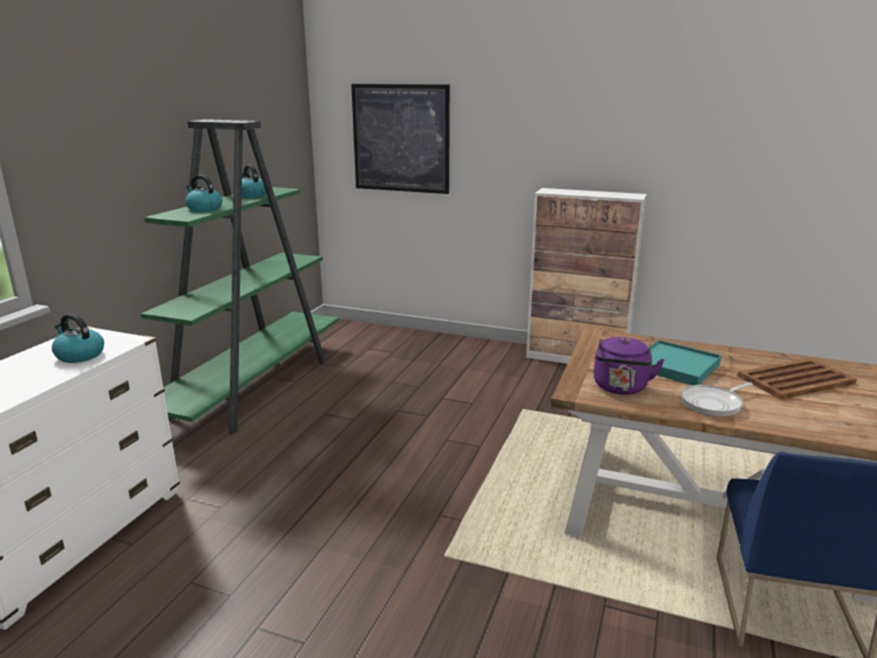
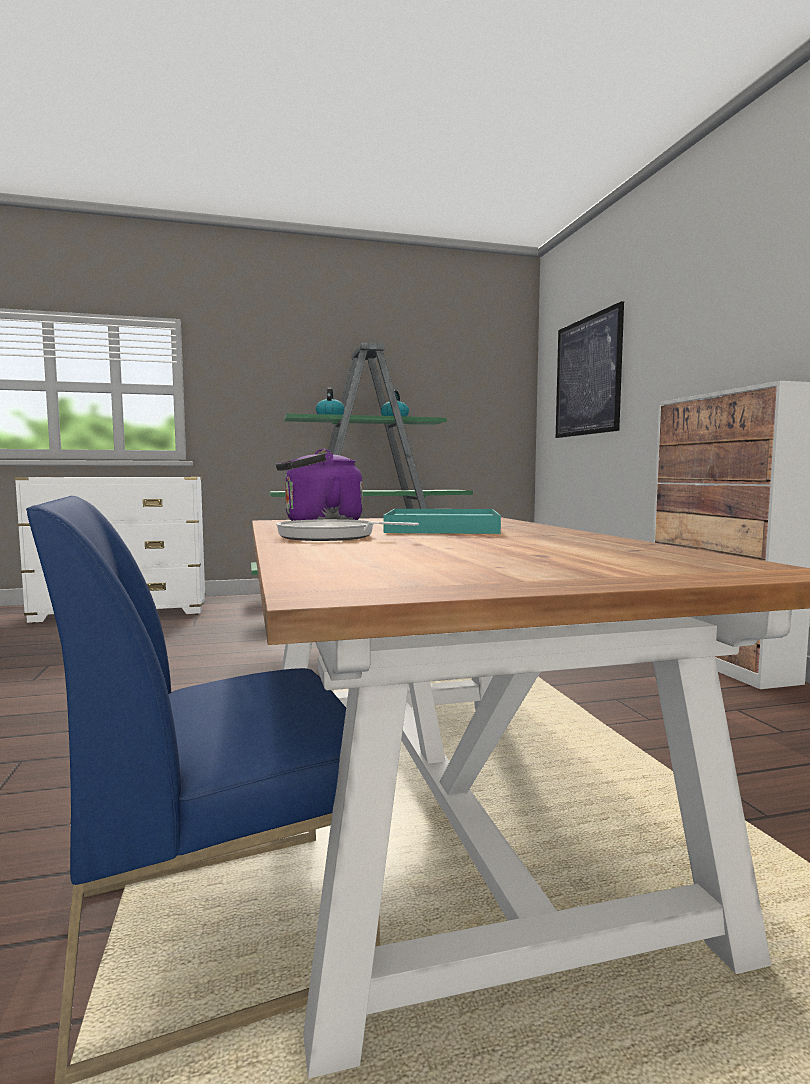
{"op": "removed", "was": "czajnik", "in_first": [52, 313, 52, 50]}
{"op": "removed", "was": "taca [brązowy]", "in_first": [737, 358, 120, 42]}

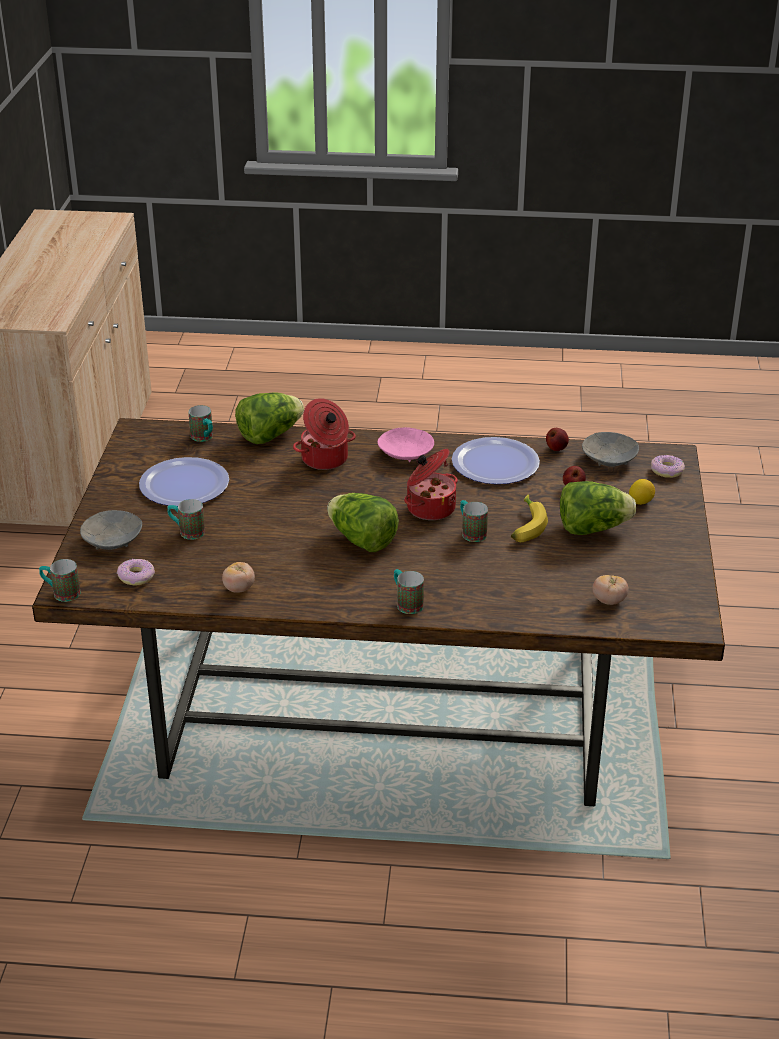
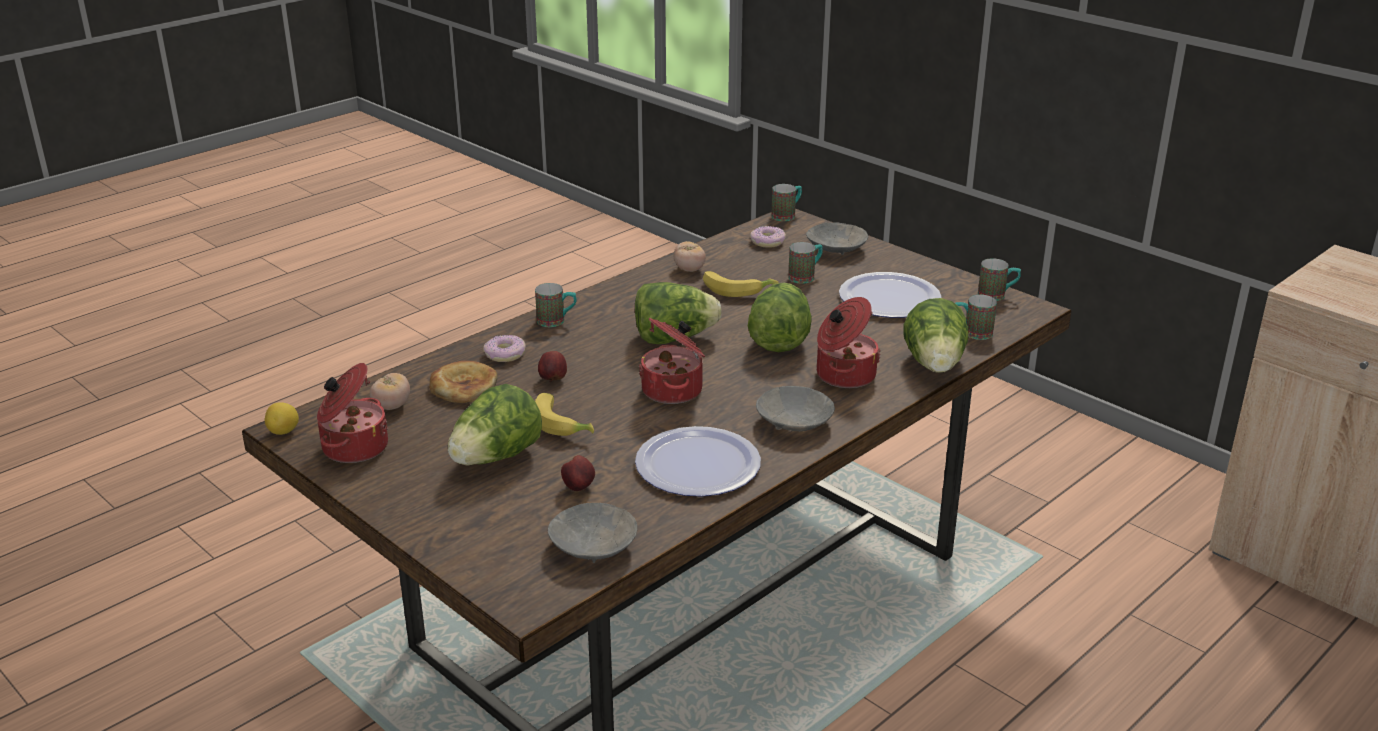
{"op": "moved", "was": "cytryna", "in_first": [629, 479, 26, 26], "in_second": [265, 402, 34, 33]}
{"op": "added", "now": "garnek", "in_second": [317, 363, 71, 100]}
{"op": "added", "now": "chleb", "in_second": [429, 361, 69, 42]}
{"op": "moved", "was": "donut", "in_first": [651, 455, 34, 23], "in_second": [483, 335, 43, 27]}
{"op": "moved", "was": "jabłko", "in_first": [546, 428, 23, 23], "in_second": [538, 351, 29, 31]}
{"op": "added", "now": "banan", "in_second": [703, 271, 76, 26]}
{"op": "added", "now": "sałata", "in_second": [748, 283, 64, 69]}
{"op": "recoloured", "was": "miska [różowy]", "now": "miska [szary]", "in_first": [378, 427, 56, 35], "in_second": [756, 386, 79, 45]}
{"op": "moved", "was": "kubek", "in_first": [460, 500, 28, 42], "in_second": [978, 258, 43, 43]}

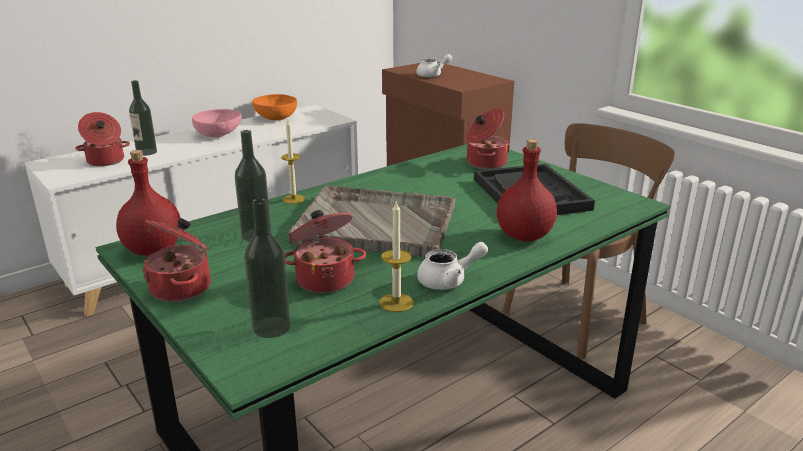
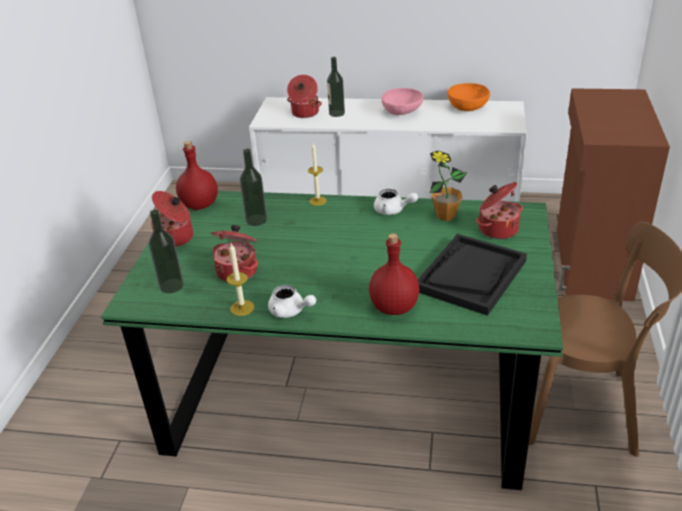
{"op": "moved", "was": "imbryk [biały]", "in_first": [416, 54, 36, 23], "in_second": [374, 189, 44, 26]}
{"op": "added", "now": "roślina doniczkowa", "in_second": [430, 151, 37, 70]}
{"op": "removed", "was": "taca [szary]", "in_first": [287, 185, 168, 72]}

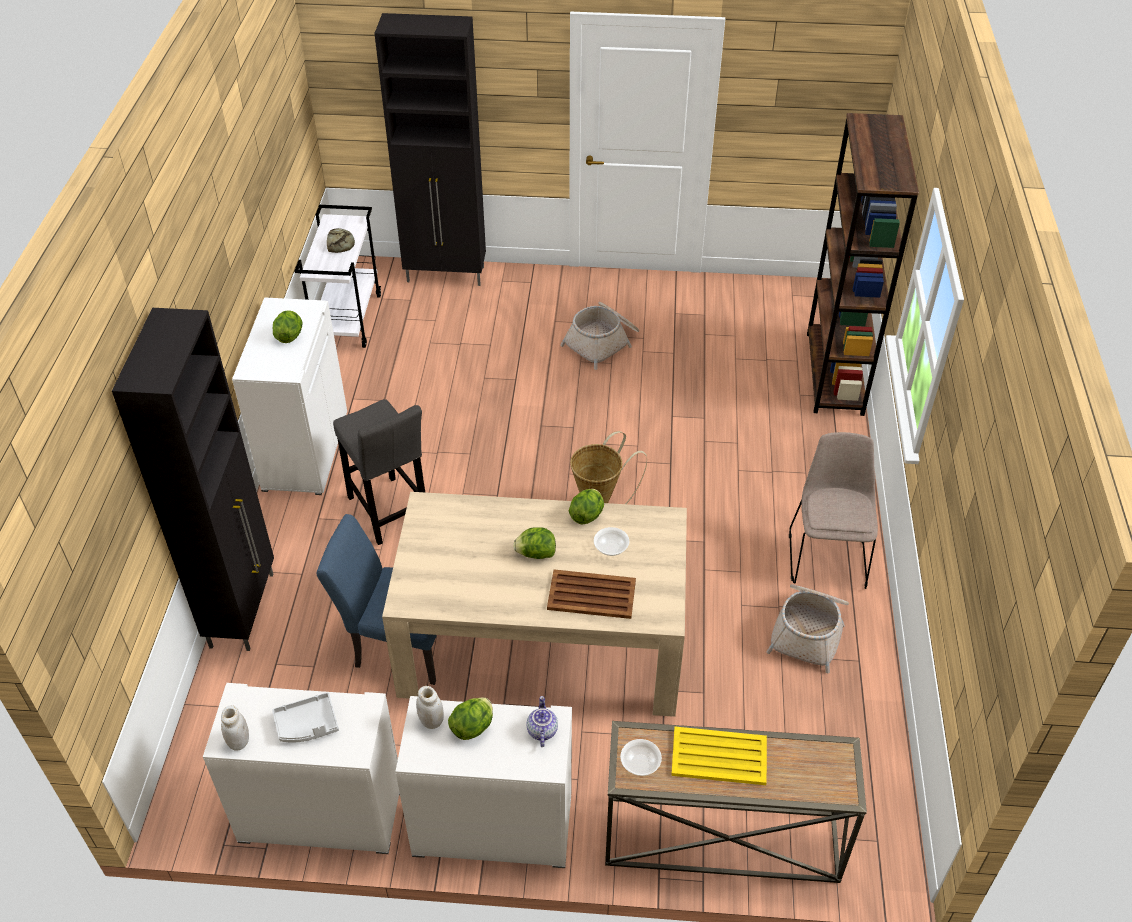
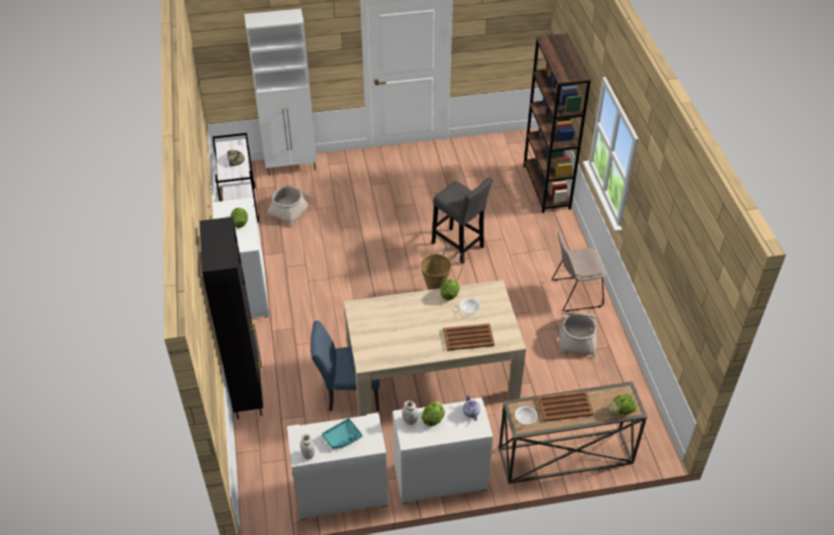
{"op": "recoloured", "was": "szafka [czarny]", "now": "szafka [biały]", "in_first": [374, 13, 112, 273], "in_second": [244, 8, 73, 168]}
{"op": "moved", "was": "koszyk", "in_first": [560, 302, 79, 68], "in_second": [266, 184, 48, 43]}
{"op": "recoloured", "was": "taca [szary]", "now": "taca [turkusowy]", "in_first": [272, 693, 67, 50], "in_second": [322, 418, 41, 31]}
{"op": "moved", "was": "stołek [szary]", "in_first": [333, 399, 92, 146], "in_second": [432, 178, 61, 86]}
{"op": "recoloured", "was": "taca [żółty]", "now": "taca [brązowy]", "in_first": [671, 727, 96, 58], "in_second": [537, 391, 57, 30]}
{"op": "turned", "was": "krzesło [beżowy]", "in_first": [789, 432, 89, 157], "in_second": [552, 232, 54, 80], "clockwise": -90}
{"op": "moved", "was": "sałata", "in_first": [513, 527, 43, 32], "in_second": [609, 394, 28, 20]}

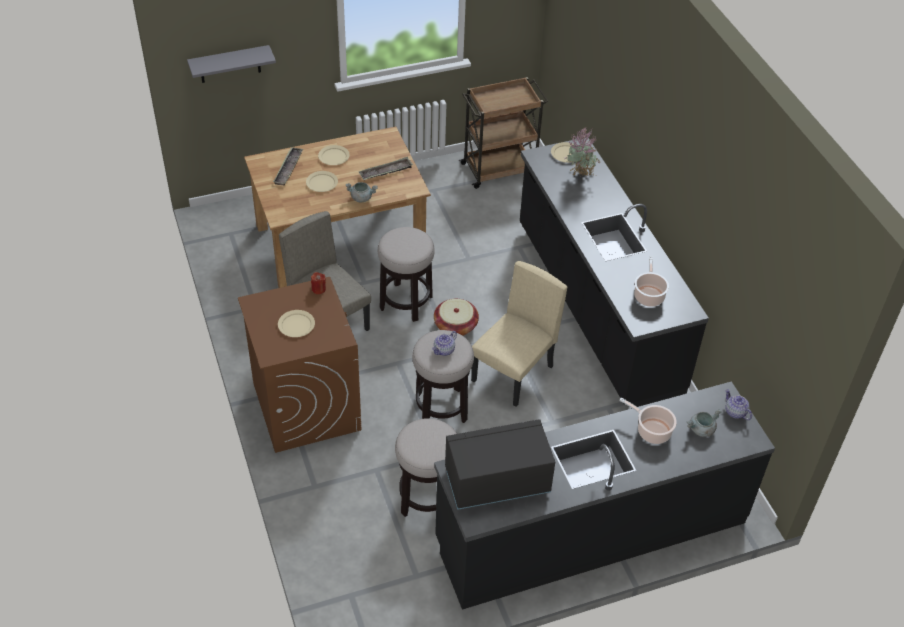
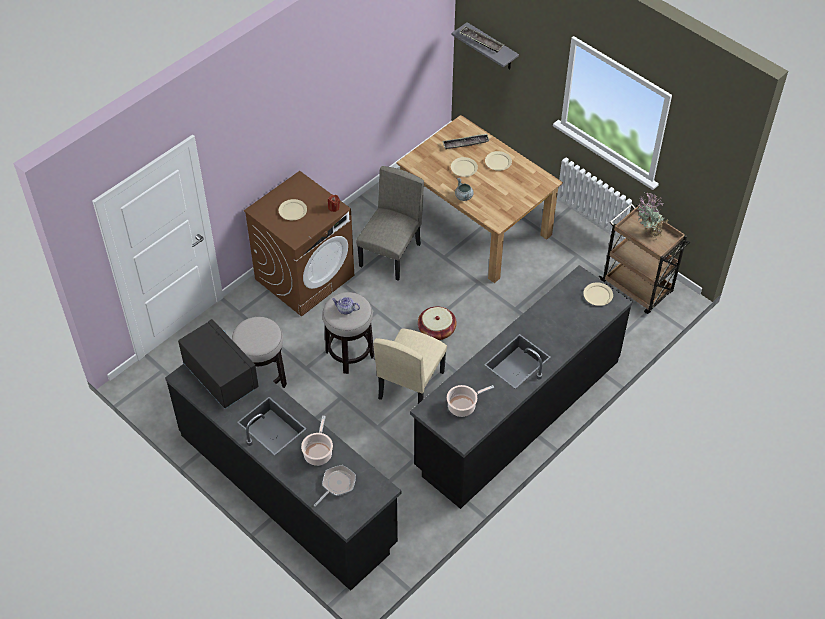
{"op": "replaced", "was": "garnek [szary]", "now": "patelnia", "in_first": [687, 409, 35, 28], "in_second": [314, 465, 42, 41]}
{"op": "turned", "was": "krzesło [beżowy]", "in_first": [471, 261, 96, 146], "in_second": [373, 328, 74, 76], "clockwise": 105}
{"op": "moved", "was": "taca", "in_first": [359, 157, 54, 23], "in_second": [459, 26, 45, 27]}
{"op": "moved", "was": "roślina doniczkowa", "in_first": [564, 127, 37, 51], "in_second": [637, 192, 32, 49]}
{"op": "removed", "was": "stołek", "in_first": [378, 227, 57, 95]}
{"op": "removed", "was": "imbryk", "in_first": [725, 389, 27, 31]}

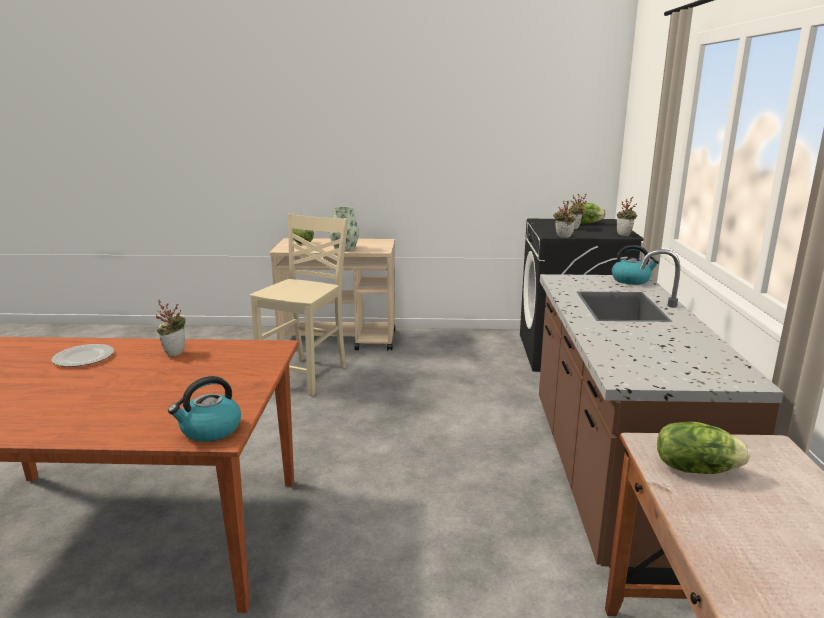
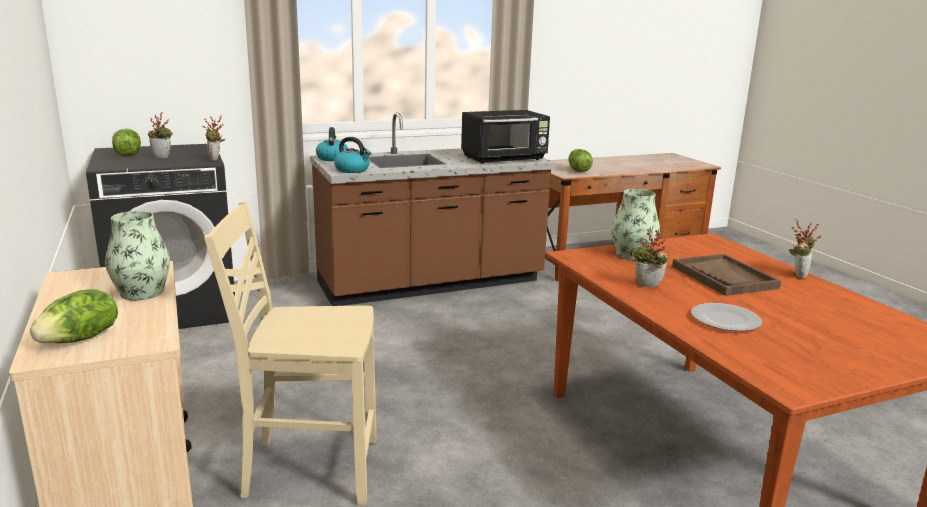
{"op": "moved", "was": "czajnik", "in_first": [168, 376, 73, 66], "in_second": [334, 137, 37, 36]}
{"op": "added", "now": "mikrofalówka [czarny]", "in_second": [461, 110, 89, 54]}
{"op": "added", "now": "wazon", "in_second": [611, 189, 49, 71]}
{"op": "added", "now": "taca [brązowy]", "in_second": [672, 254, 109, 42]}
{"op": "moved", "was": "roślina doniczkowa", "in_first": [617, 197, 20, 39], "in_second": [789, 219, 33, 59]}

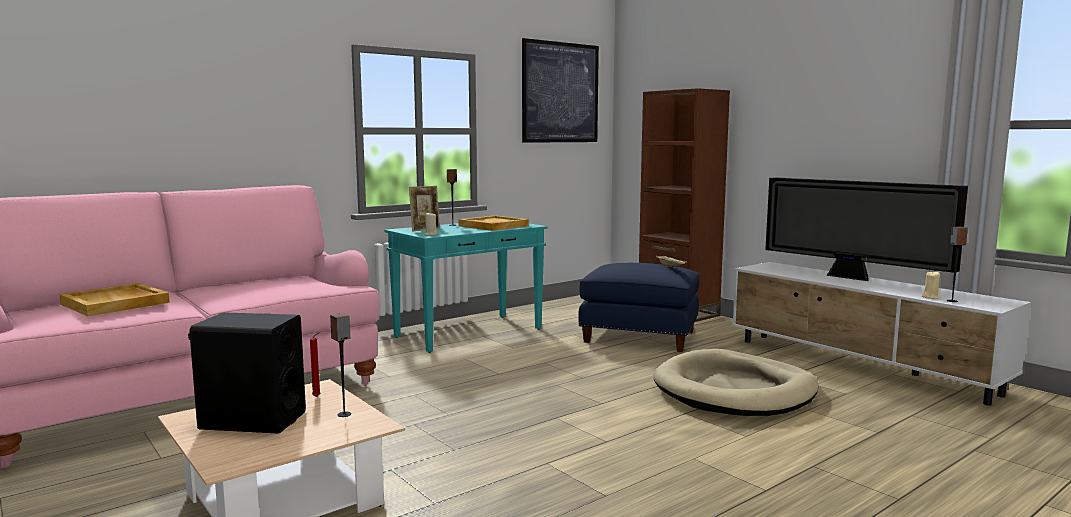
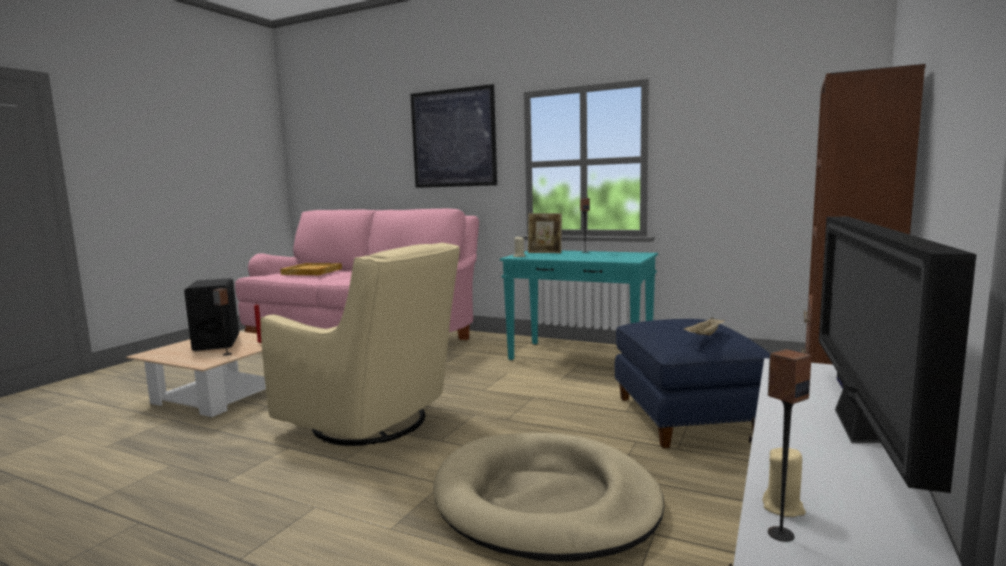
{"op": "added", "now": "fotel [beżowy]", "in_second": [260, 243, 200, 203]}
{"op": "moved", "was": "obraz", "in_first": [522, 38, 77, 105], "in_second": [410, 84, 87, 104]}
{"op": "removed", "was": "taca [beżowy]", "in_first": [458, 215, 71, 16]}

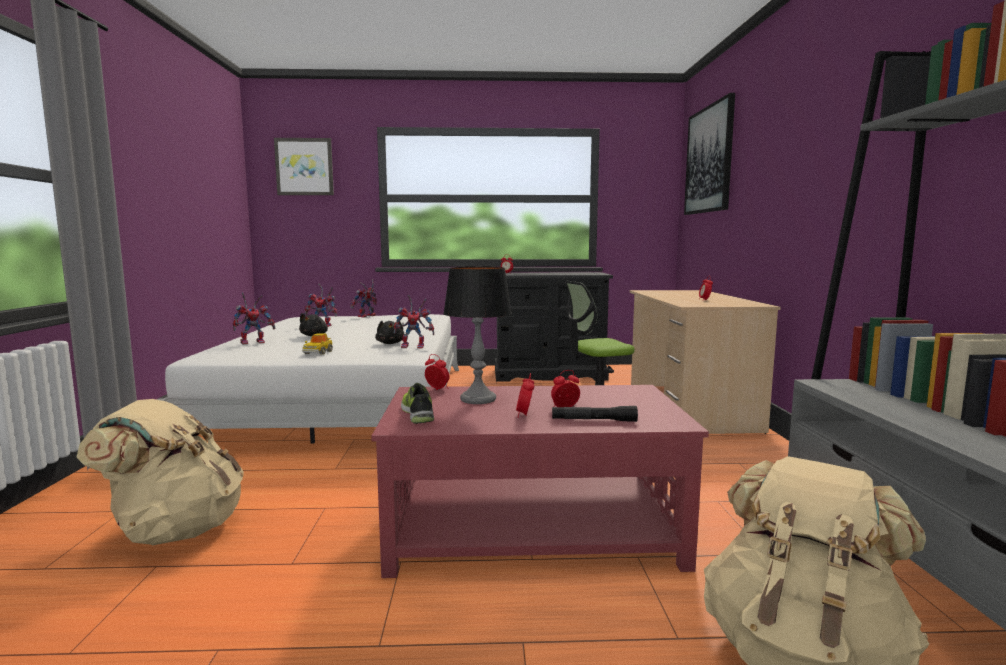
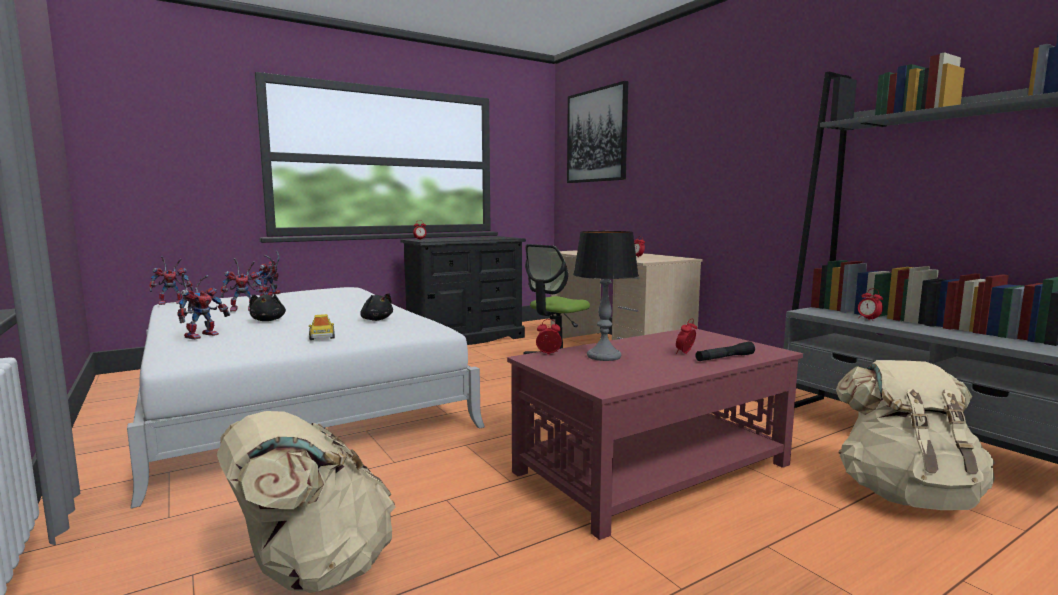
{"op": "moved", "was": "robot zabawkowy", "in_first": [394, 295, 40, 53], "in_second": [149, 256, 44, 49]}
{"op": "moved", "was": "budzik", "in_first": [516, 373, 18, 45], "in_second": [858, 289, 25, 31]}
{"op": "removed", "was": "obraz", "in_first": [274, 138, 60, 57]}
{"op": "removed", "was": "but", "in_first": [401, 383, 33, 41]}

